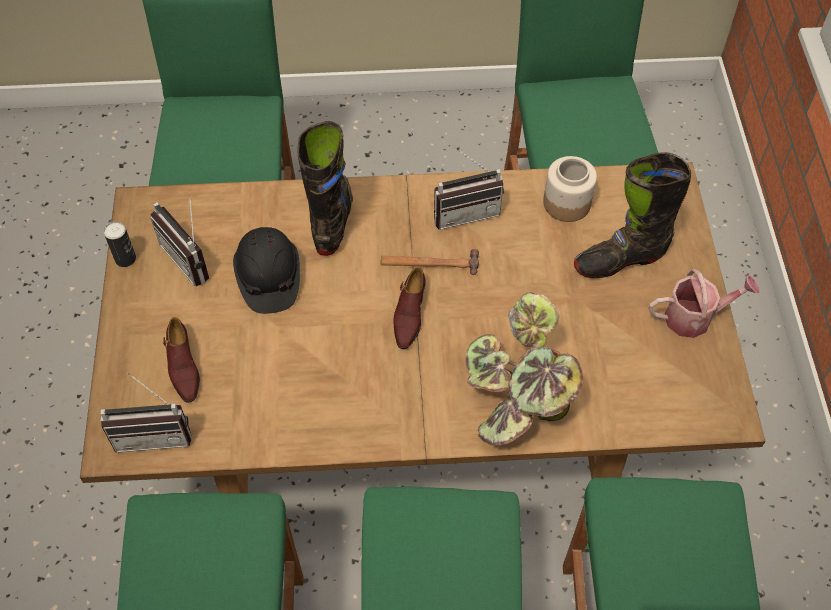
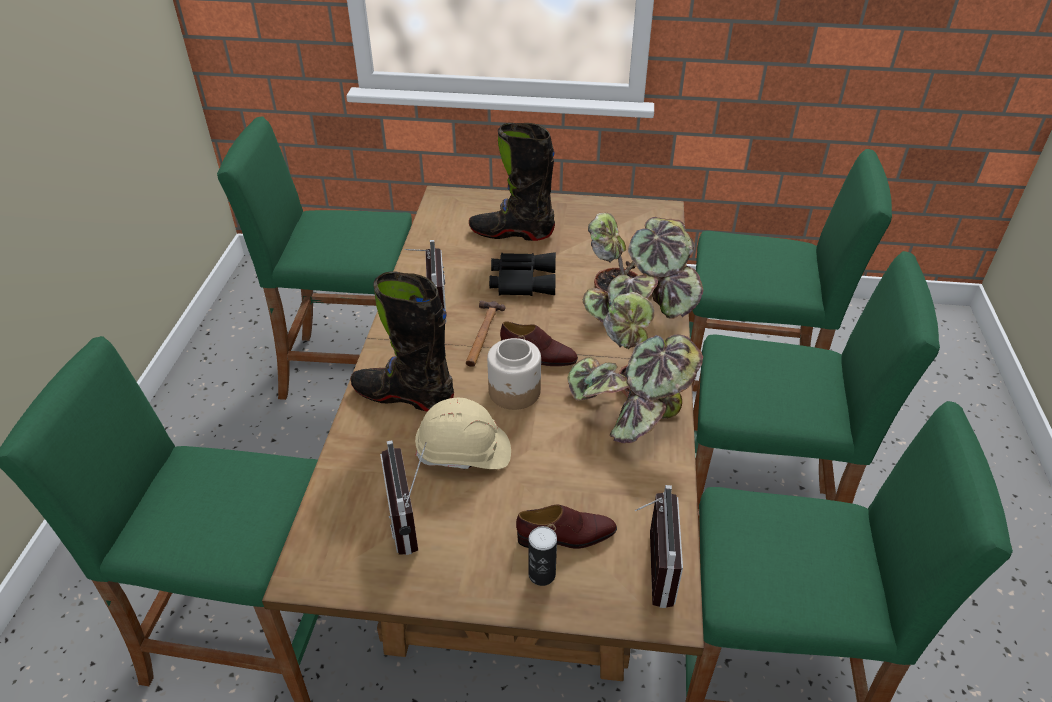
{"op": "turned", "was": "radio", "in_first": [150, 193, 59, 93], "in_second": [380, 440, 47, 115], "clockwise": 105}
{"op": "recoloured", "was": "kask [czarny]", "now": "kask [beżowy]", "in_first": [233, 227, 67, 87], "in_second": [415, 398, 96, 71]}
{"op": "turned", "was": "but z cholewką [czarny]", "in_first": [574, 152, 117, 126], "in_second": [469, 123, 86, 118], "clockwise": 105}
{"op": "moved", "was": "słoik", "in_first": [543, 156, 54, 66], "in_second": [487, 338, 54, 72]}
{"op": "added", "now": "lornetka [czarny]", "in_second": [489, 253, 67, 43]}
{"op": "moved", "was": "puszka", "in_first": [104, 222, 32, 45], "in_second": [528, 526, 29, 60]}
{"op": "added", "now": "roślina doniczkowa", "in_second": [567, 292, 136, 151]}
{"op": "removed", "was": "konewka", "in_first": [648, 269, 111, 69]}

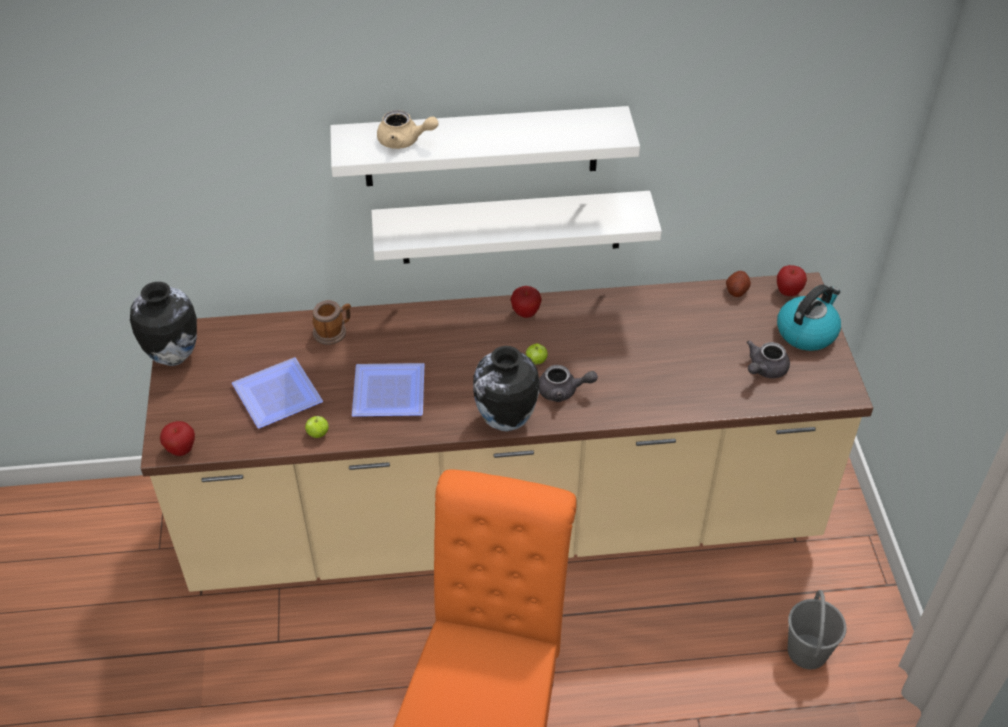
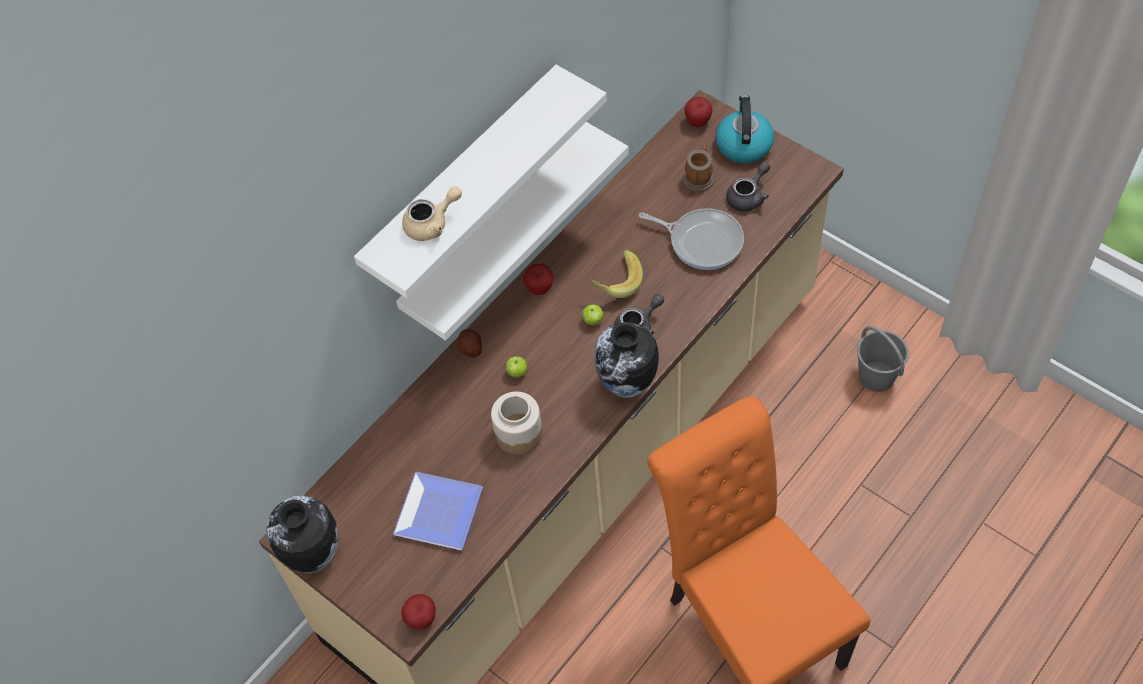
{"op": "moved", "was": "ziemniak", "in_first": [726, 271, 25, 26], "in_second": [458, 329, 24, 28]}
{"op": "replaced", "was": "talerz", "now": "słoik", "in_first": [352, 363, 72, 54], "in_second": [491, 391, 52, 64]}
{"op": "moved", "was": "jabłko", "in_first": [305, 416, 24, 22], "in_second": [505, 356, 22, 22]}
{"op": "added", "now": "banan", "in_second": [587, 250, 56, 48]}
{"op": "added", "now": "patelnia", "in_second": [639, 208, 105, 62]}
{"op": "moved", "was": "kubek", "in_first": [313, 300, 38, 45], "in_second": [683, 144, 31, 48]}
{"op": "turned", "was": "imbryk [szary]", "in_first": [746, 340, 44, 38], "in_second": [726, 161, 44, 51], "clockwise": -135}

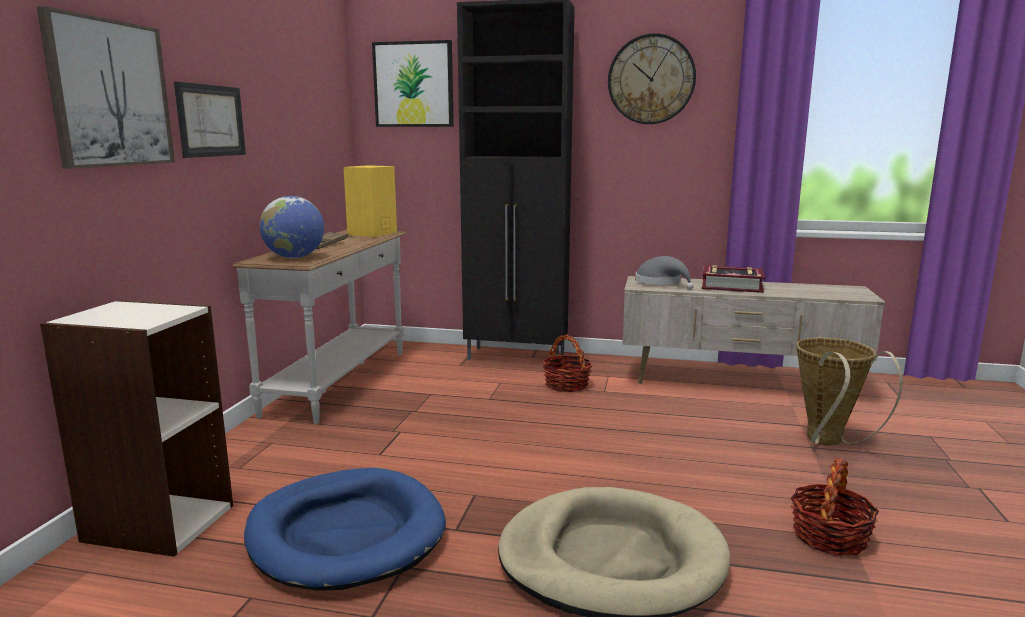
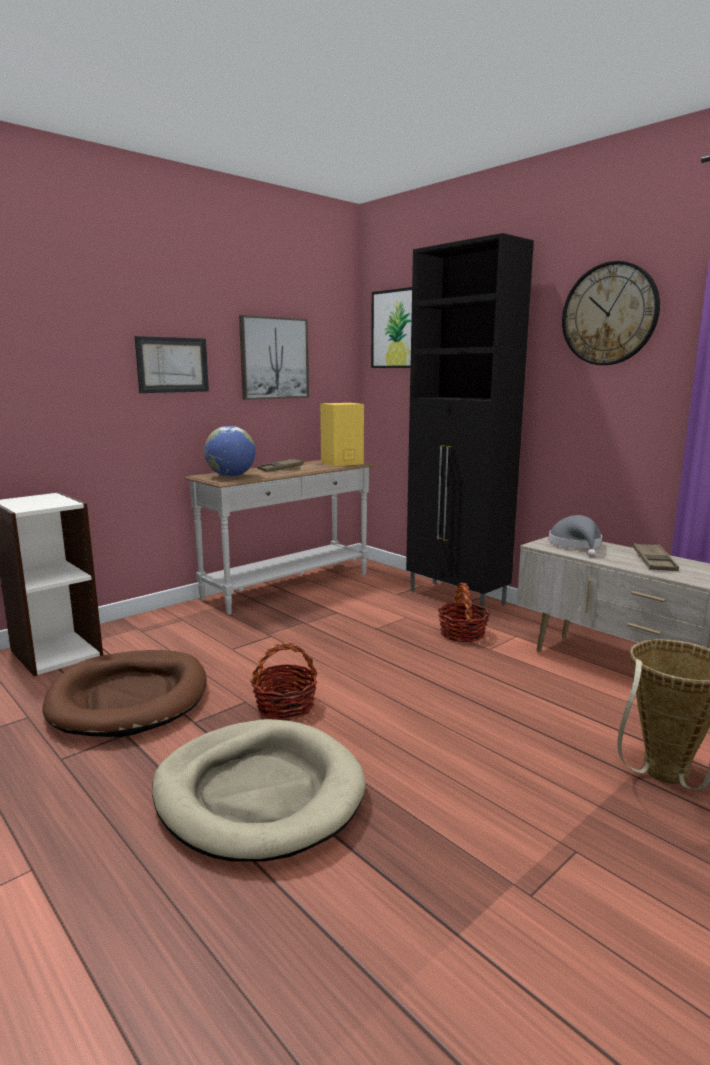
{"op": "recoloured", "was": "legowisko [niebieski]", "now": "legowisko [brązowy]", "in_first": [244, 468, 202, 123], "in_second": [42, 650, 165, 87]}
{"op": "moved", "was": "obraz", "in_first": [37, 6, 138, 163], "in_second": [239, 315, 70, 85]}
{"op": "moved", "was": "koszyk", "in_first": [791, 458, 88, 98], "in_second": [250, 643, 67, 77]}
{"op": "replaced", "was": "książka", "now": "taca [brązowy]", "in_first": [702, 265, 63, 28], "in_second": [633, 543, 46, 28]}

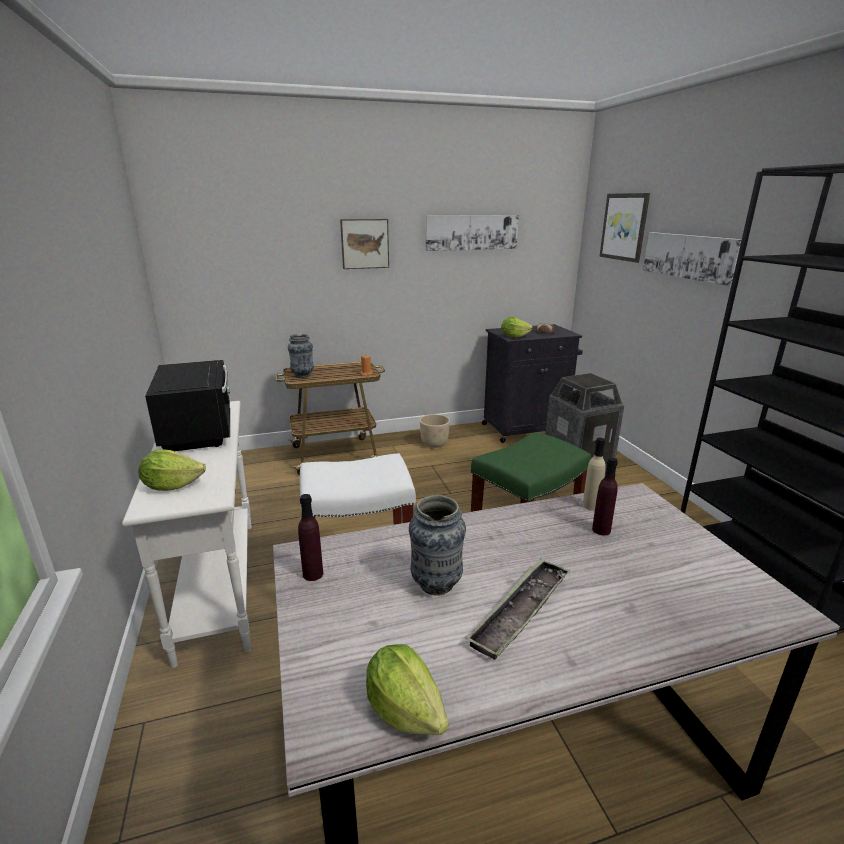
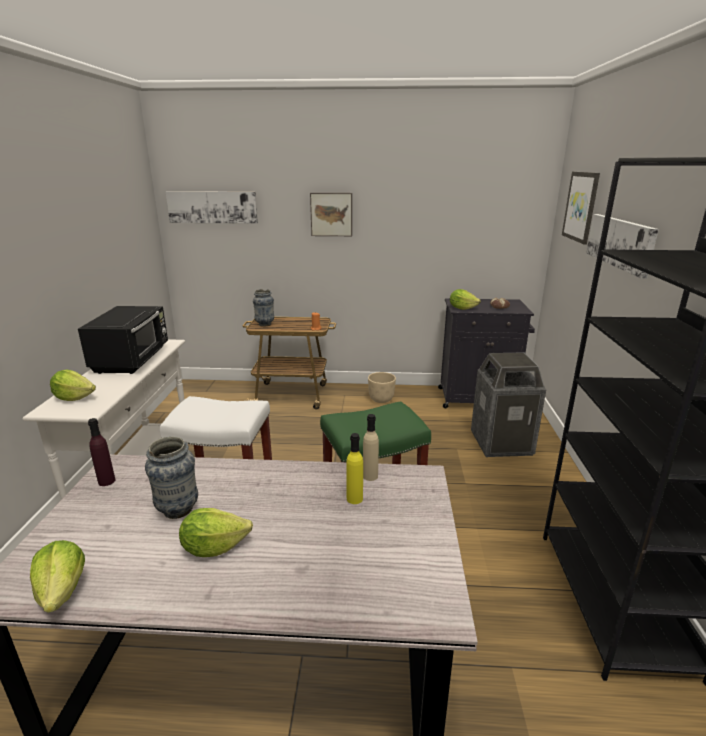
{"op": "moved", "was": "obraz", "in_first": [425, 215, 94, 36], "in_second": [166, 191, 92, 33]}
{"op": "replaced", "was": "taca", "now": "sałata", "in_first": [466, 558, 104, 102], "in_second": [179, 508, 74, 49]}
{"op": "recoloured", "was": "butelka [fioletowy]", "now": "butelka [żółty]", "in_first": [592, 457, 26, 79], "in_second": [346, 433, 17, 71]}

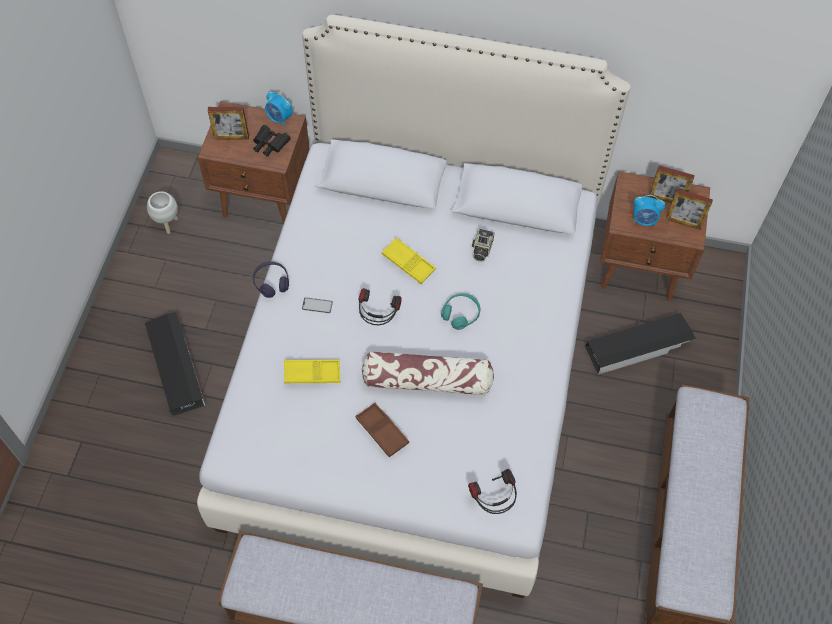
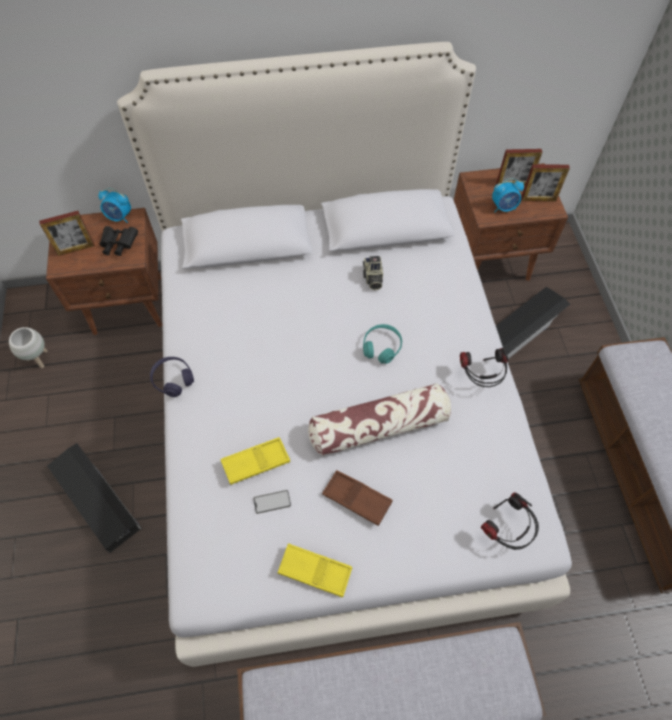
{"op": "moved", "was": "telefon", "in_first": [302, 297, 31, 16], "in_second": [254, 490, 37, 24]}
{"op": "moved", "was": "taca [żółty]", "in_first": [381, 238, 55, 46], "in_second": [278, 543, 74, 55]}
{"op": "moved", "was": "słuchawki", "in_first": [359, 288, 43, 37], "in_second": [460, 348, 49, 39]}

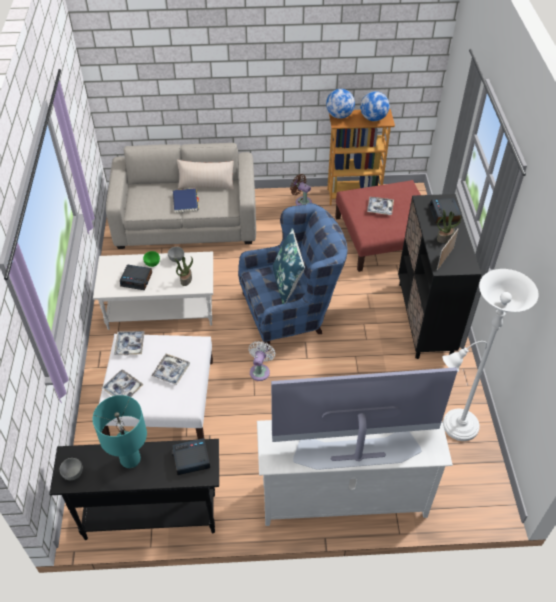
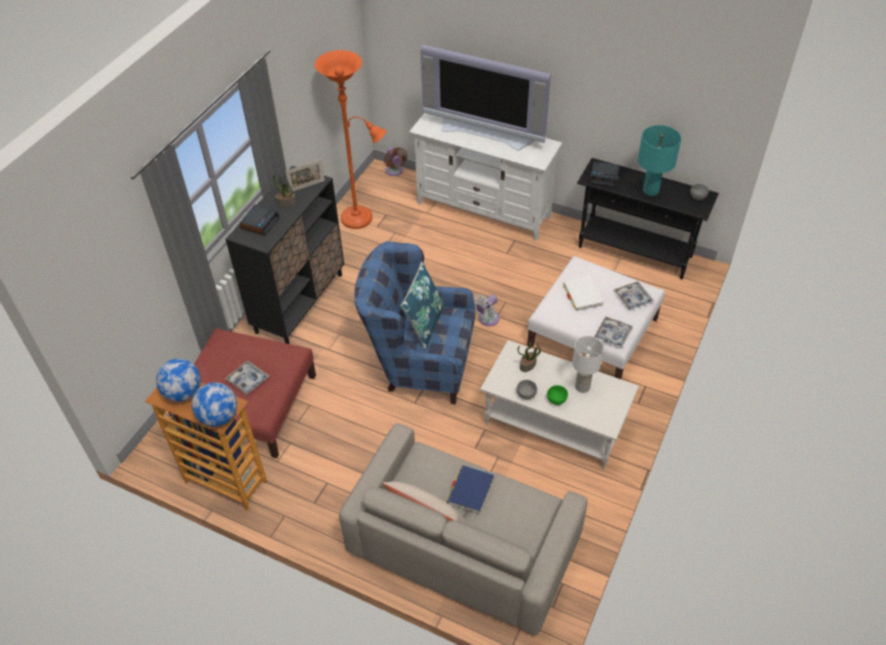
{"op": "recoloured", "was": "lampa stojąca [biały]", "now": "lampa stojąca [pomarańczowy]", "in_first": [443, 269, 96, 172], "in_second": [315, 50, 71, 179]}
{"op": "moved", "was": "wentylator [brązowy]", "in_first": [290, 174, 22, 31], "in_second": [384, 147, 24, 29]}
{"op": "replaced", "was": "taca", "now": "książka [biały]", "in_first": [152, 354, 38, 31], "in_second": [563, 276, 41, 35]}
{"op": "replaced", "was": "budzik", "now": "lampa stołowa [biały]", "in_first": [120, 264, 32, 26], "in_second": [572, 336, 32, 57]}

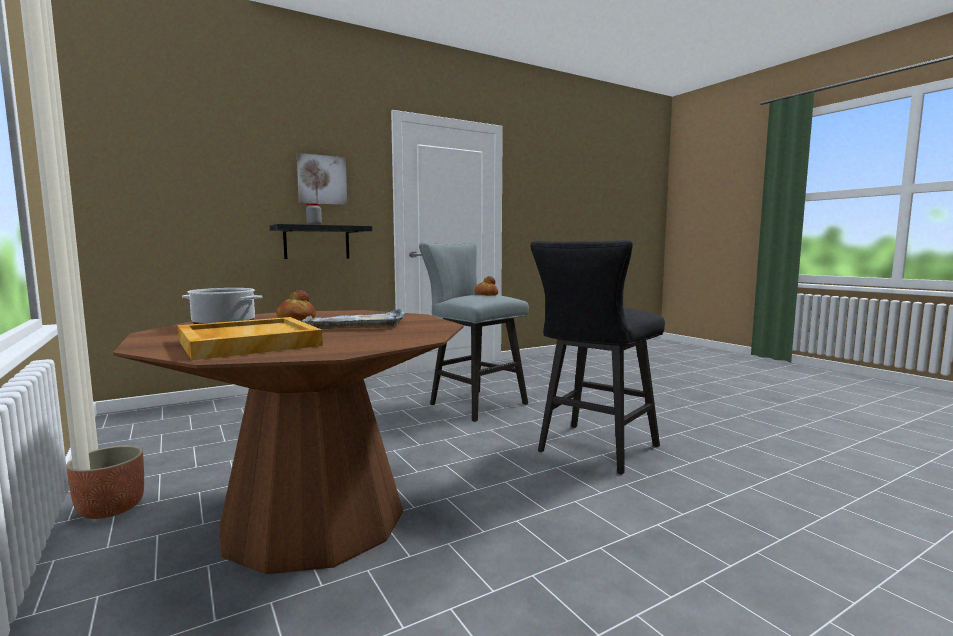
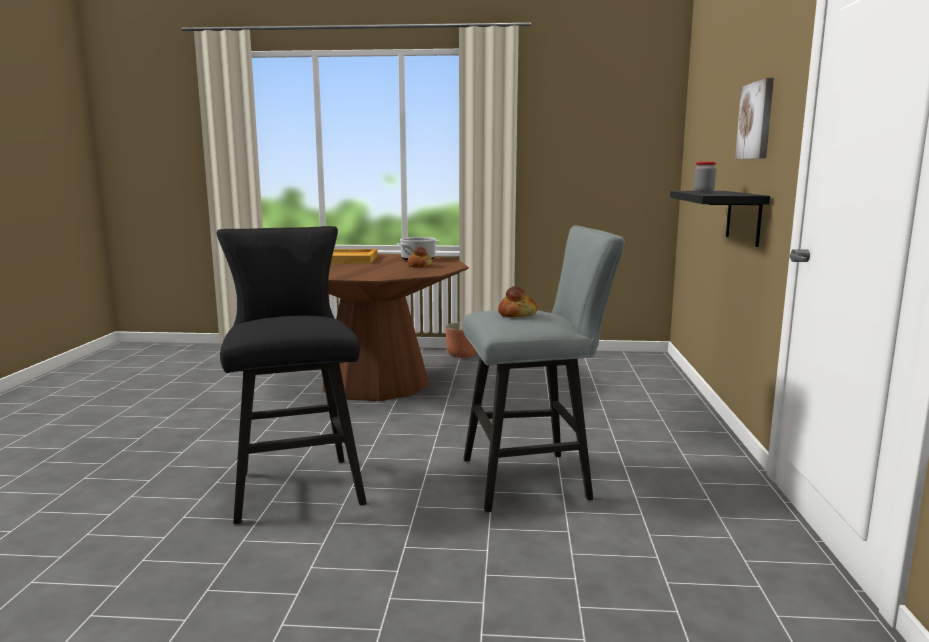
{"op": "removed", "was": "taca [szary]", "in_first": [302, 308, 102, 21]}

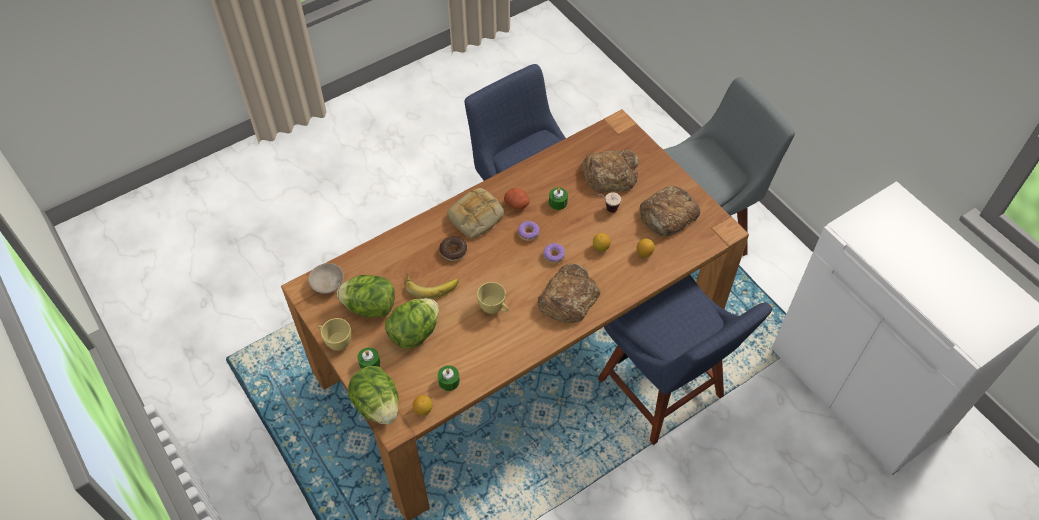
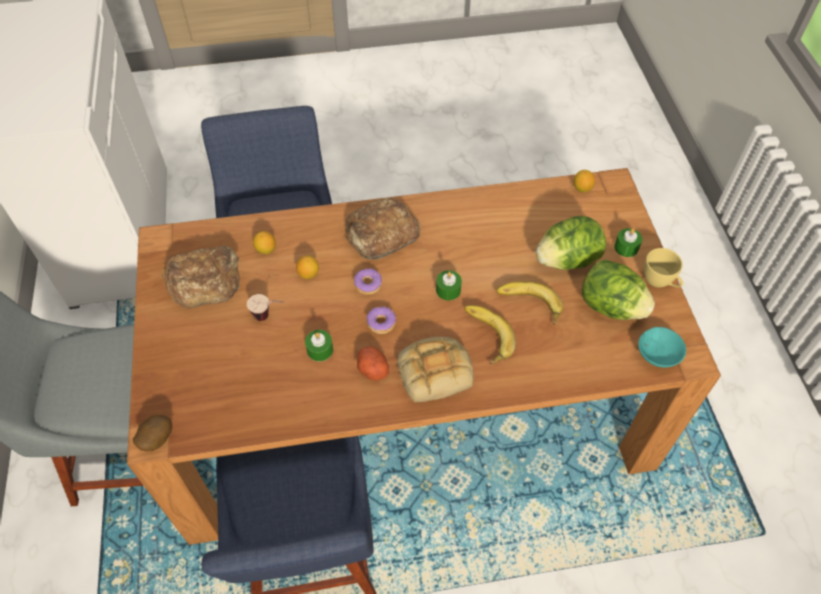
{"op": "added", "now": "ziemniak", "in_second": [133, 415, 39, 37]}
{"op": "moved", "was": "świeca [zielony]", "in_first": [438, 365, 22, 26], "in_second": [436, 270, 26, 30]}
{"op": "replaced", "was": "donut", "now": "banan", "in_first": [439, 236, 28, 25], "in_second": [464, 305, 52, 59]}
{"op": "recoloured", "was": "miska [beżowy]", "now": "miska [turkusowy]", "in_first": [308, 263, 36, 31], "in_second": [638, 327, 48, 41]}
{"op": "removed", "was": "sałata", "in_first": [348, 366, 51, 58]}
{"op": "removed", "was": "filiżanka [żółty]", "in_first": [477, 282, 32, 32]}
{"op": "removed", "was": "chleb", "in_first": [581, 150, 58, 43]}

